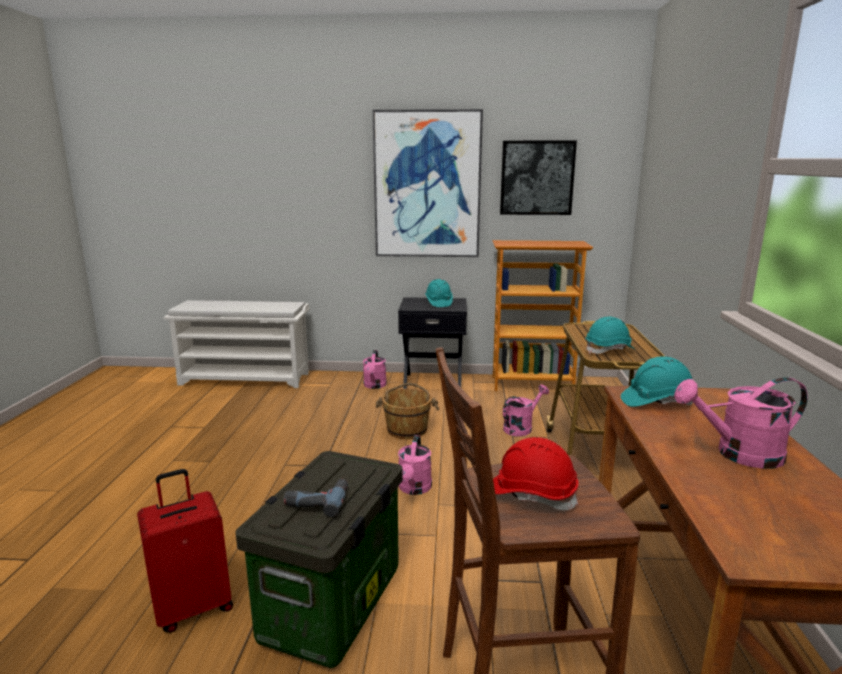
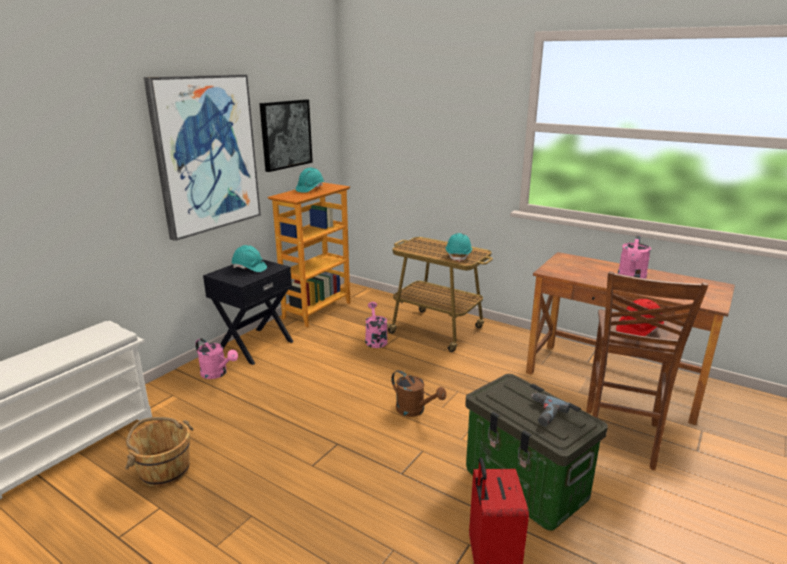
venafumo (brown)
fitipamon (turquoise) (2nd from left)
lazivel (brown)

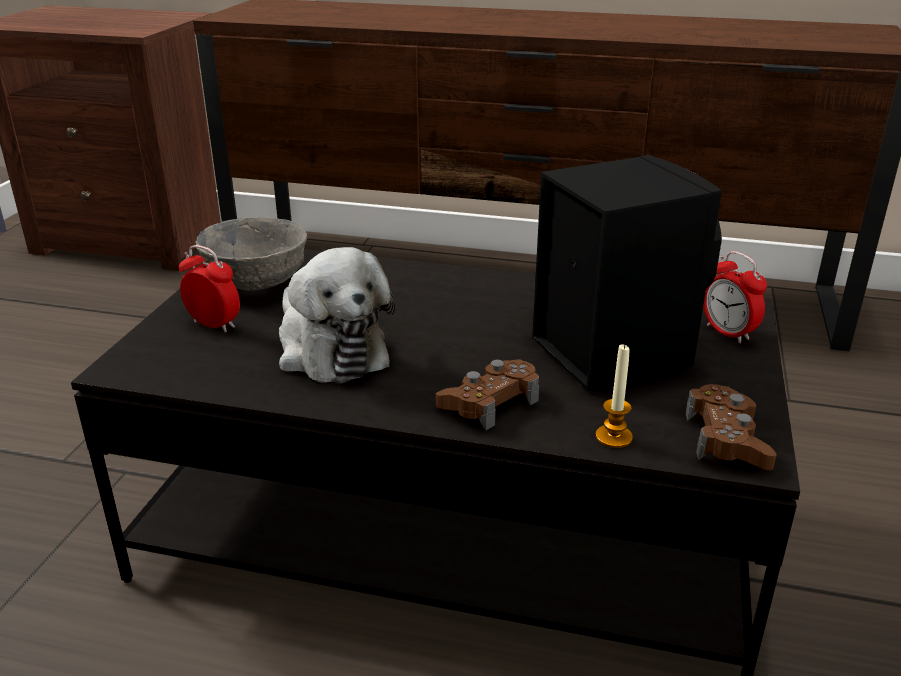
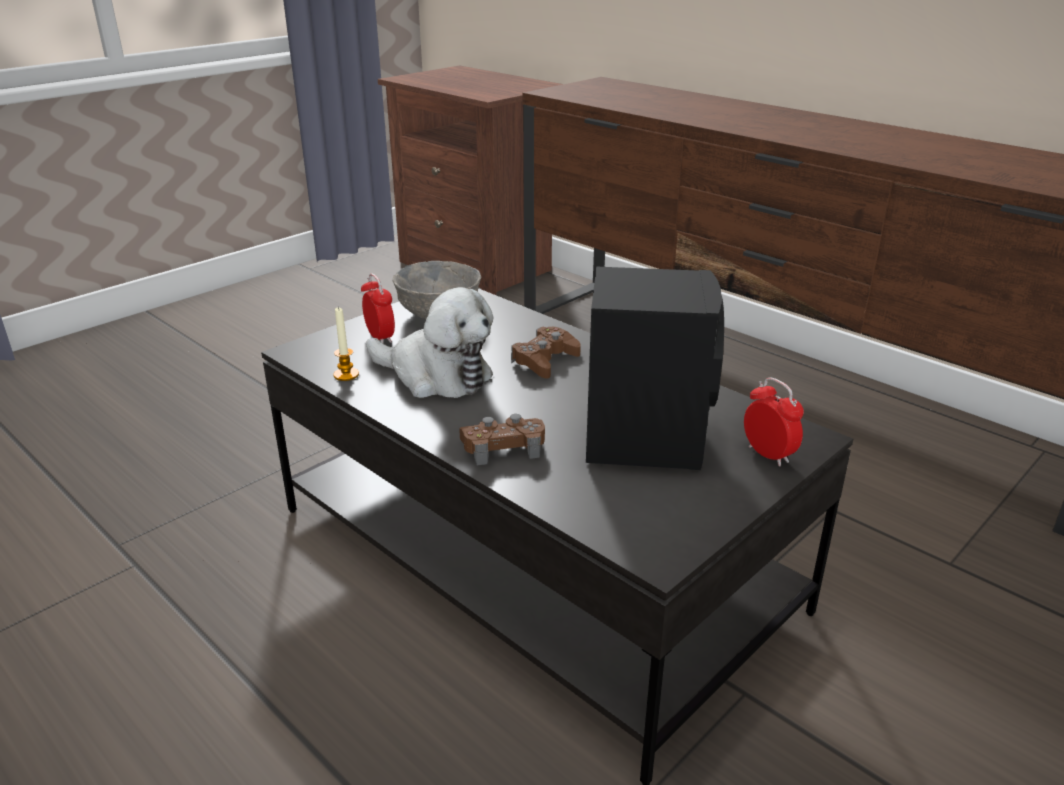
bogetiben
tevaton
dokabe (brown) (2nd from left)
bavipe (2nd from left)

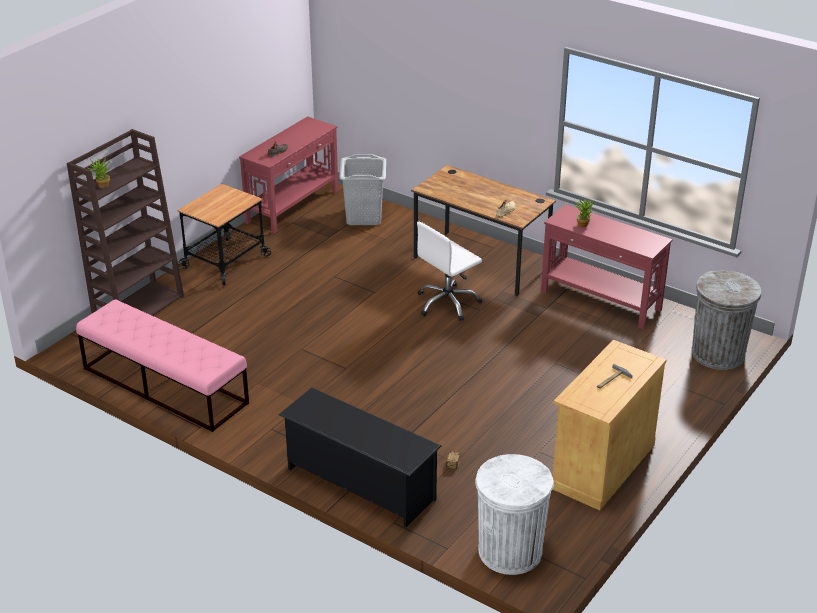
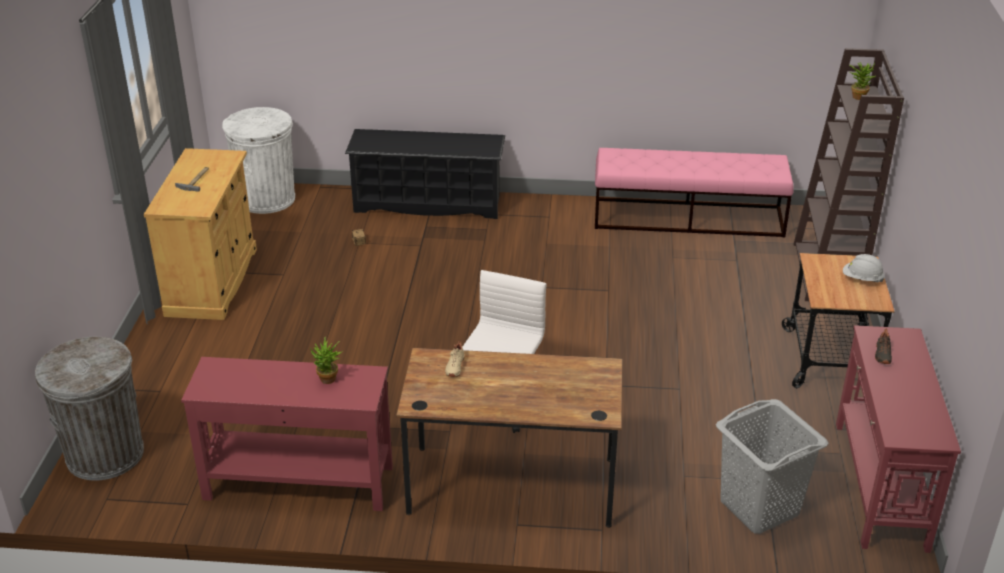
fitipamon (white)

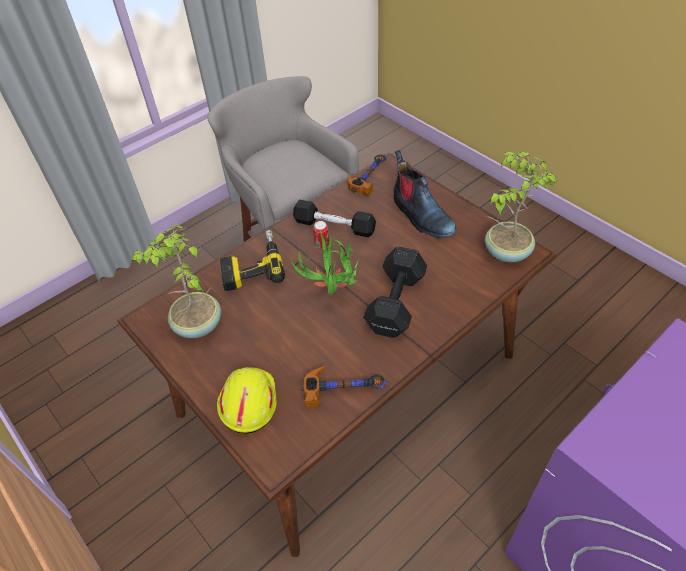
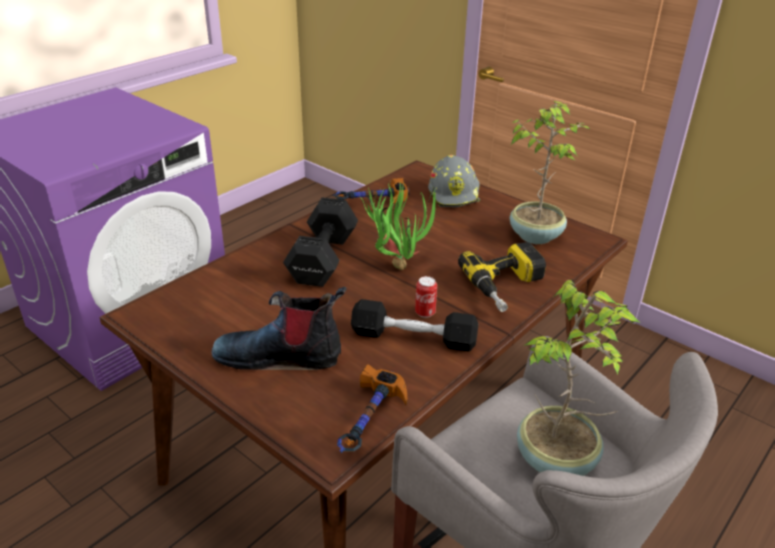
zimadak
fitipamon (grey)
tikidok (3rd from left)

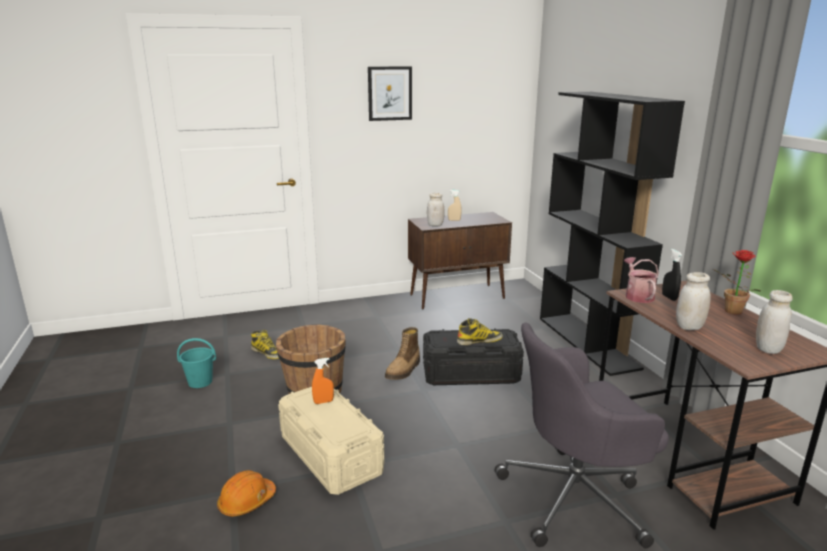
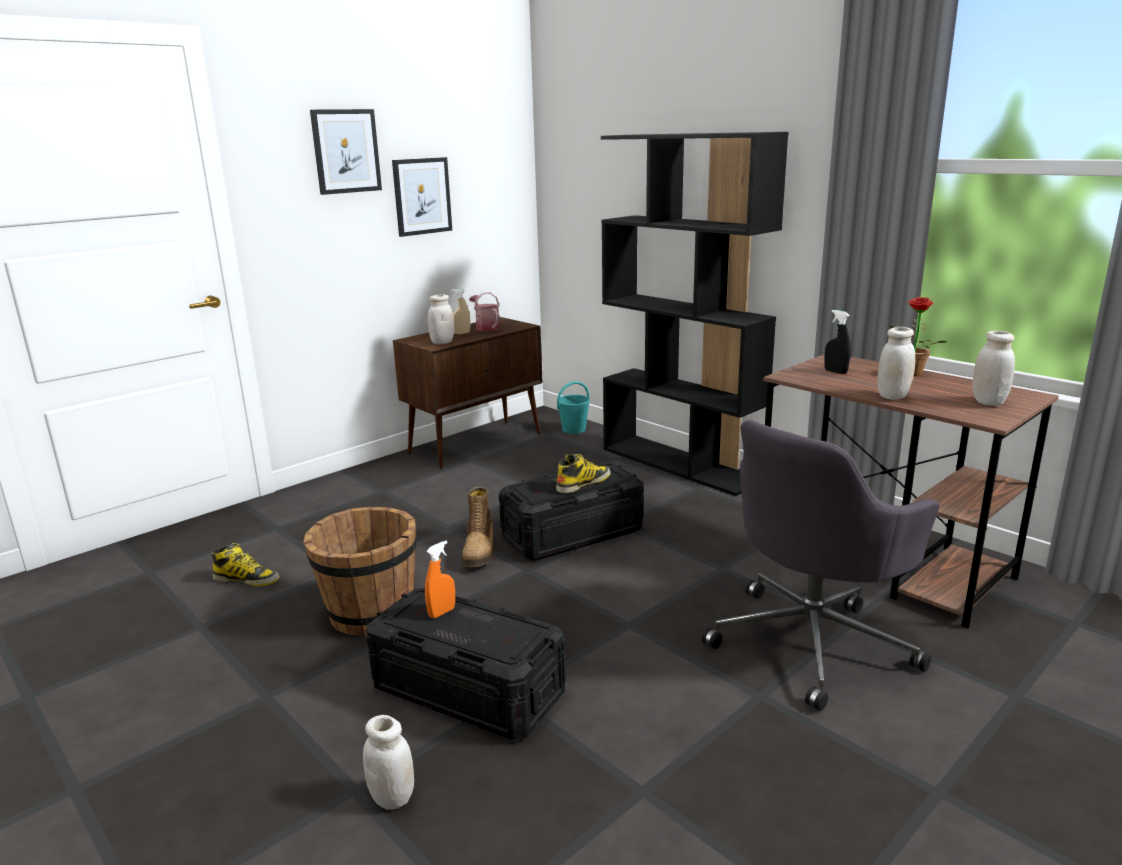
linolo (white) (1st from left)
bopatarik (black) (1st from left)
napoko (2nd from left)
lazivel
venafumo (turquoise)

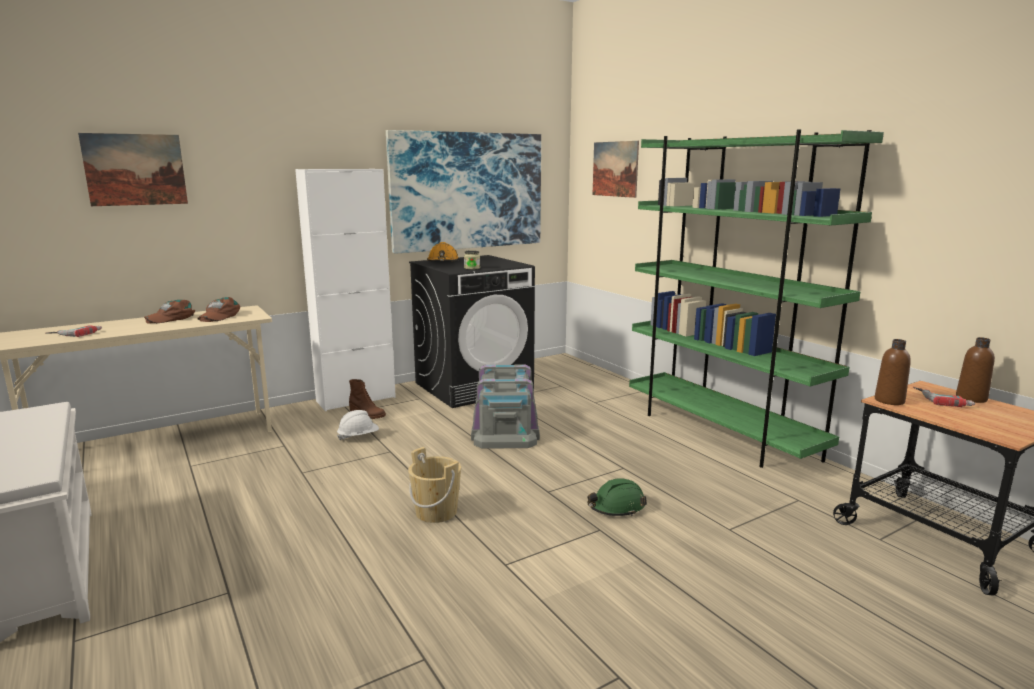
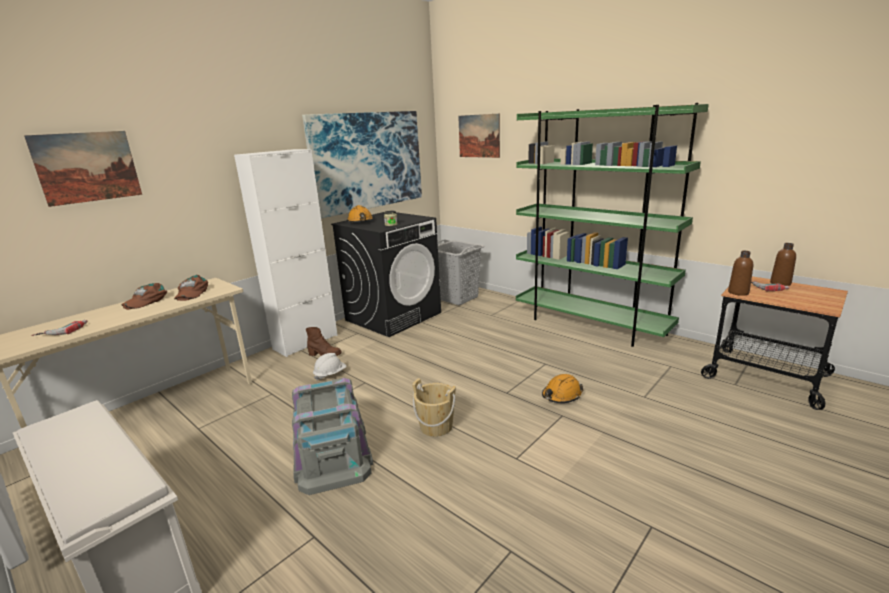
bopatarik (grey)
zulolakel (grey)
fitipamon (orange) (2nd from left)

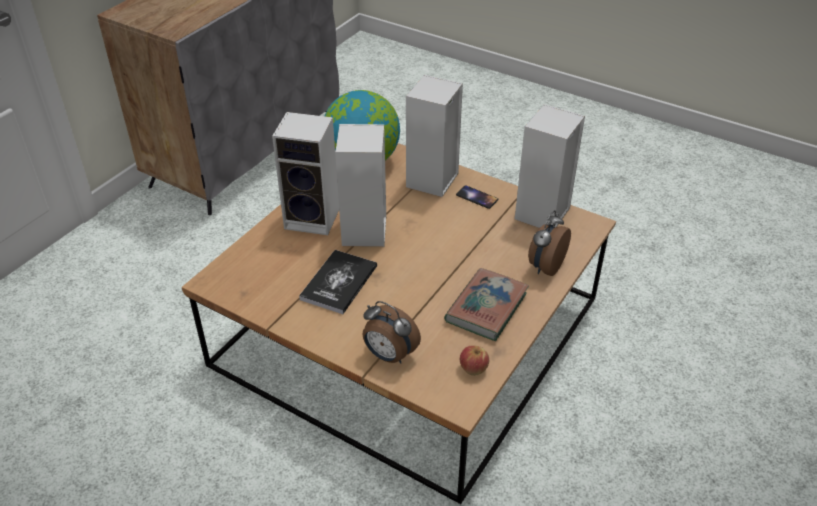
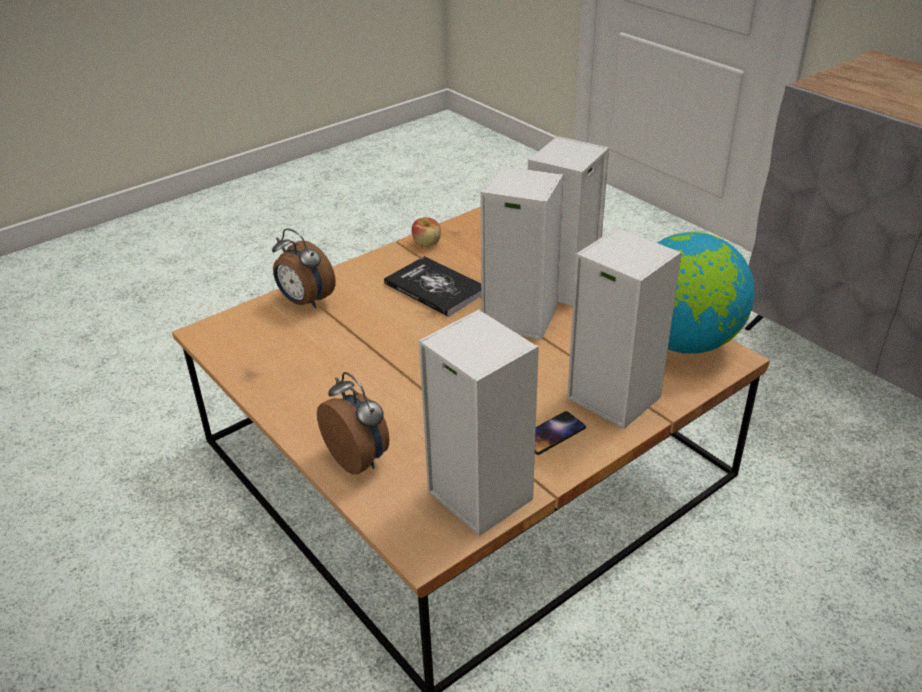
bavipe (1st from left)
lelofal
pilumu (2nd from left in the first image)

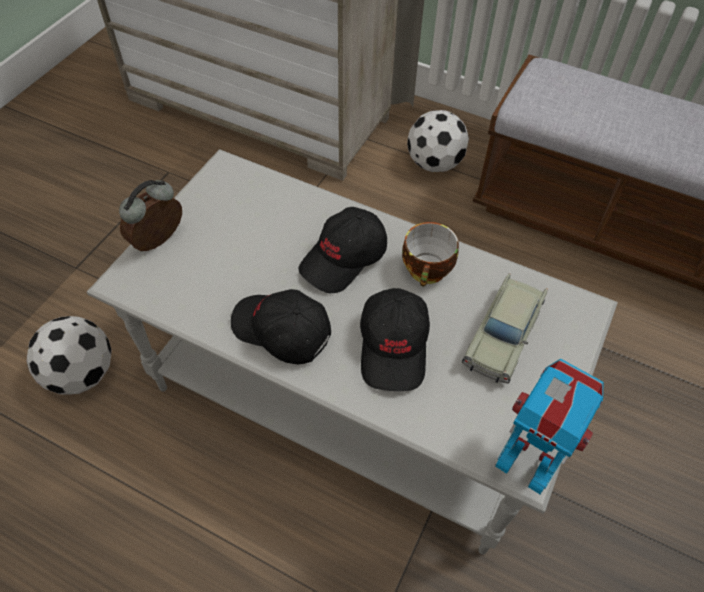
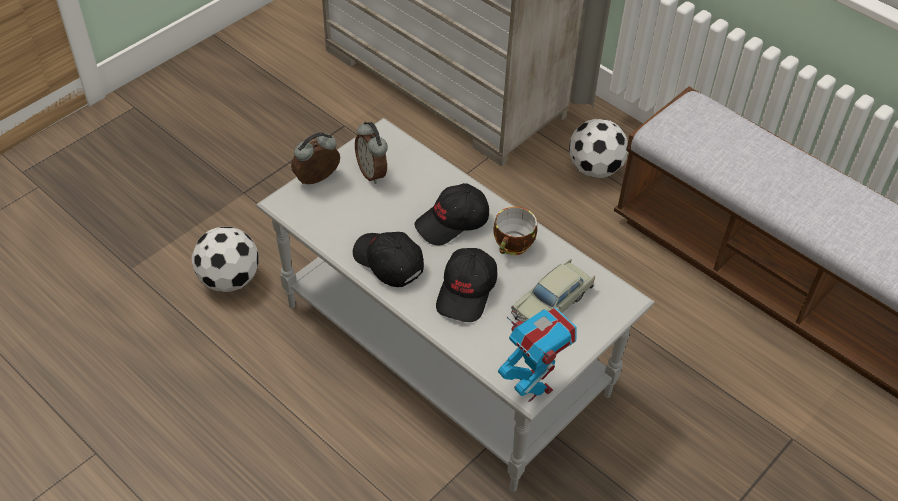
bavipe (2nd from left)

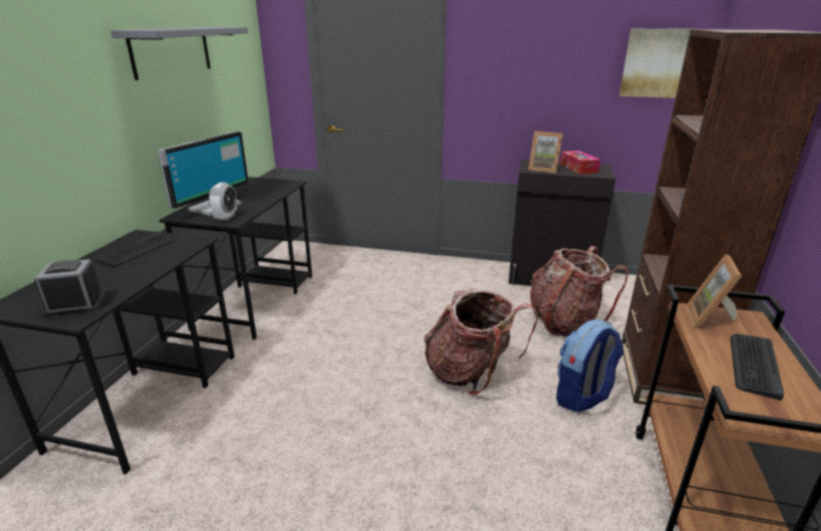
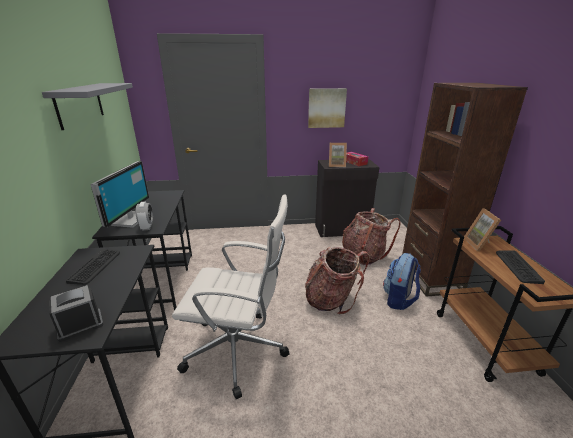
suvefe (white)
napoko

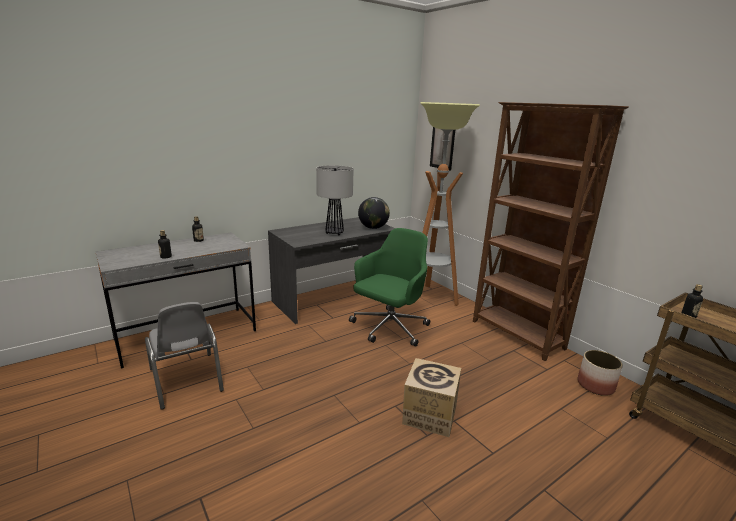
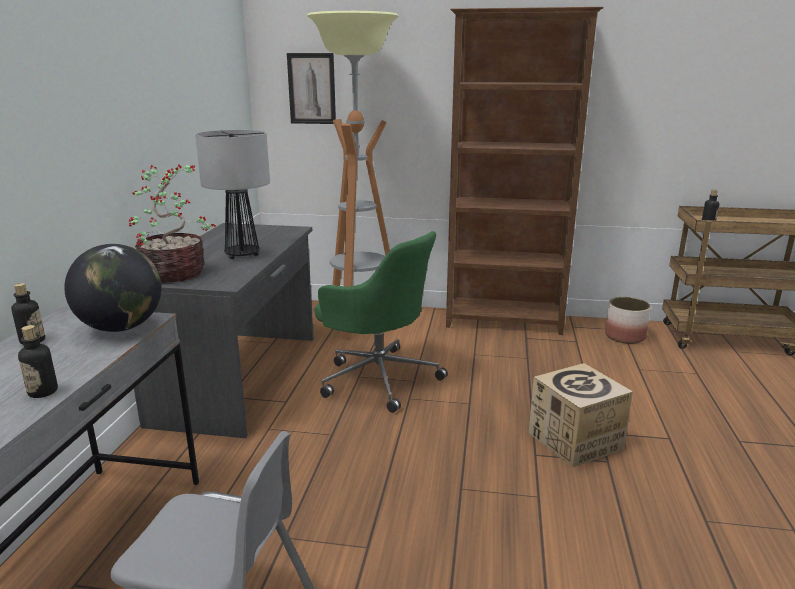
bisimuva
tikidok
suvefe (green)

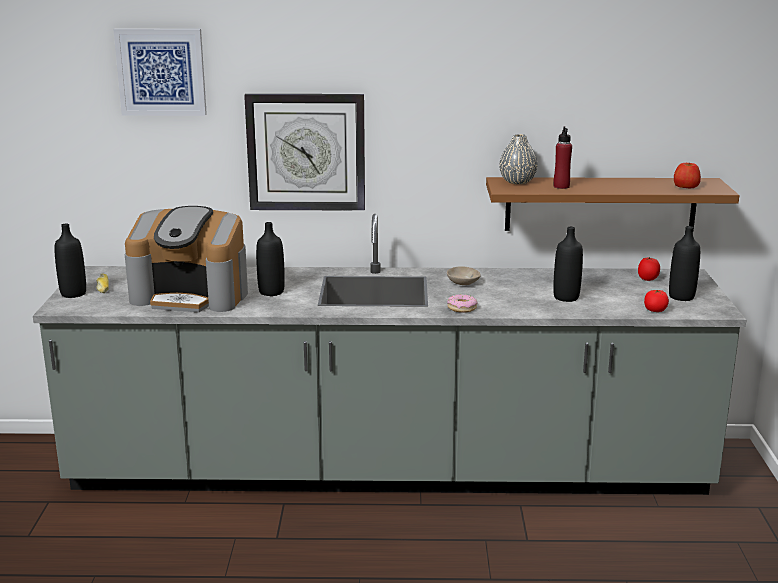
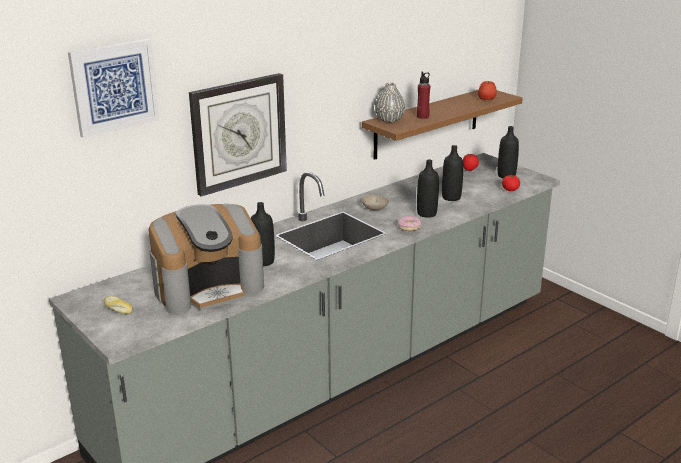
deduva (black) (2nd from left)

